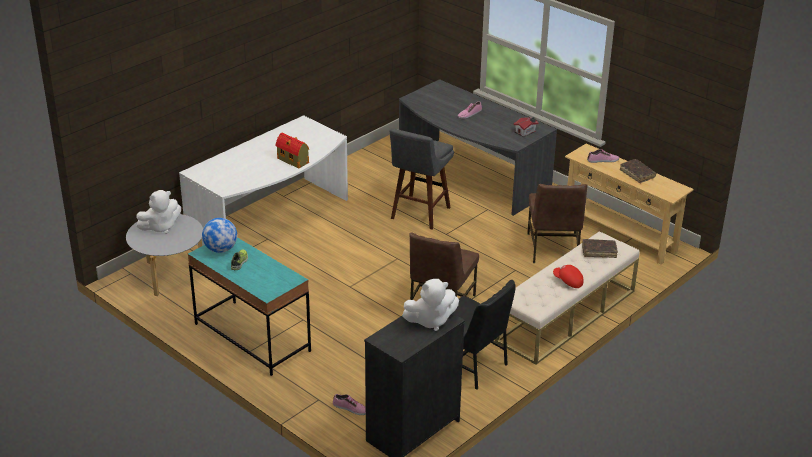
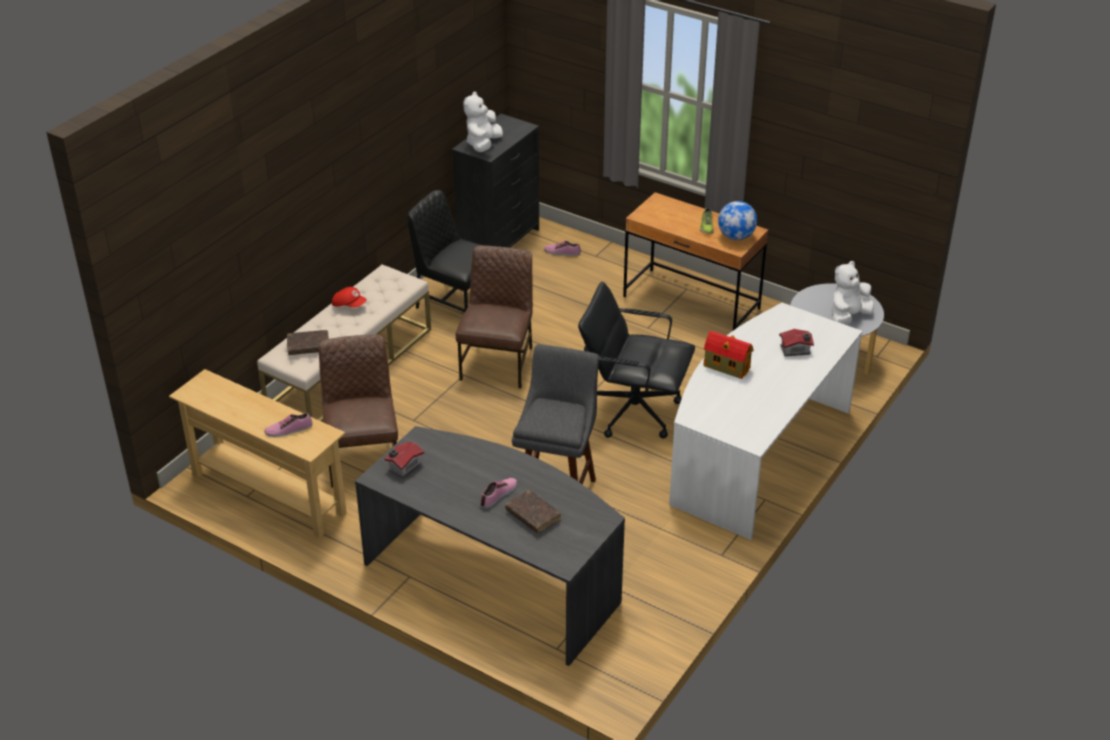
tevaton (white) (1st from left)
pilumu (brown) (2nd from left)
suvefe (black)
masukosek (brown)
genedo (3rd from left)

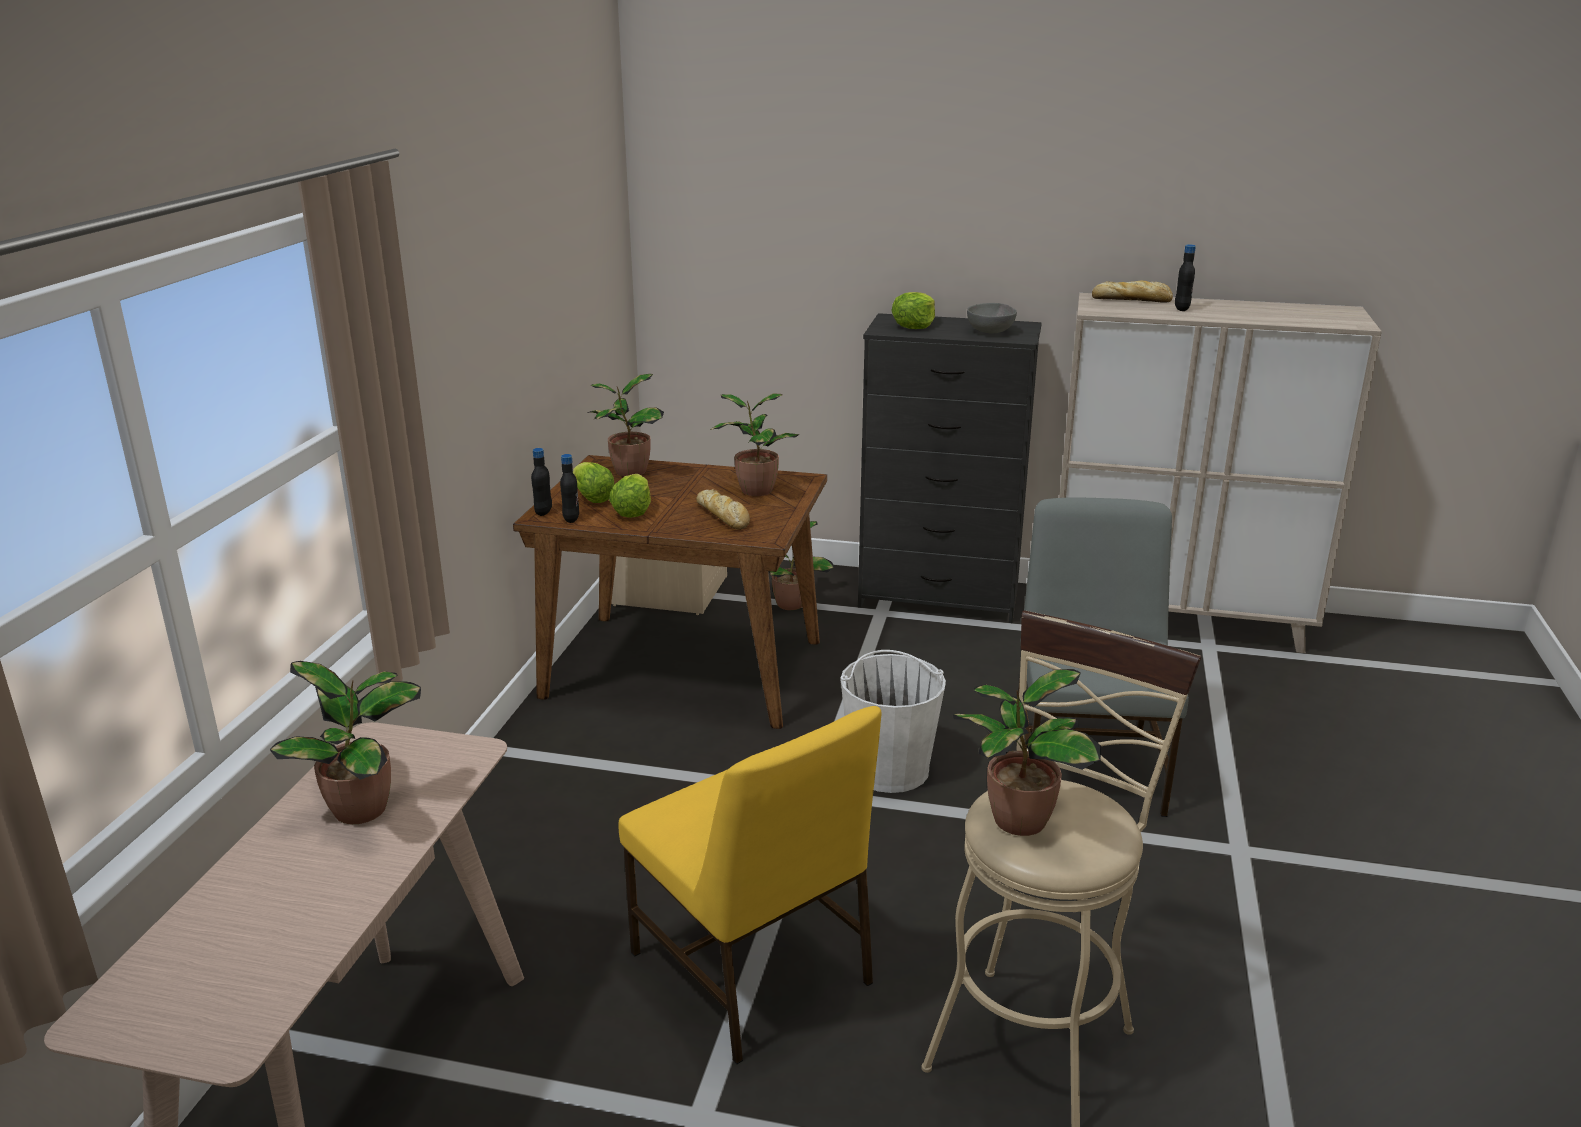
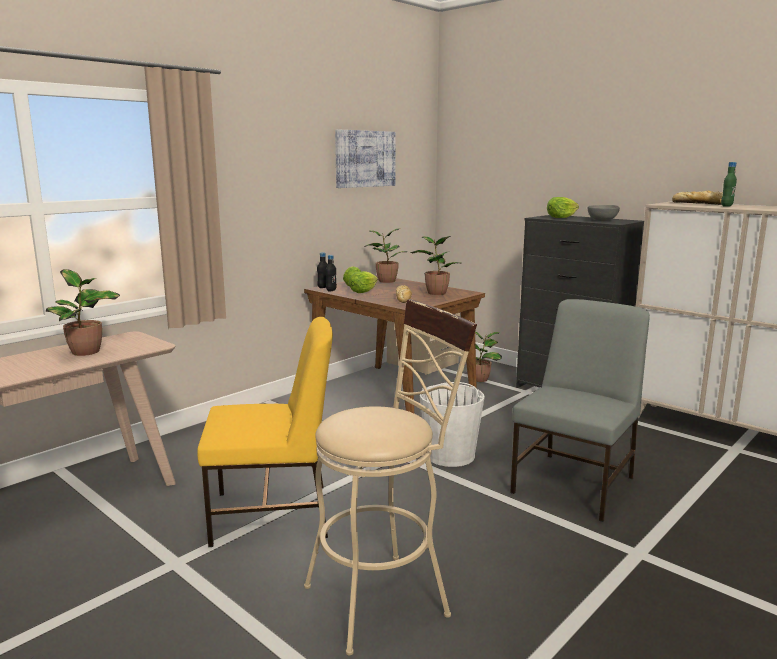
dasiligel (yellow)
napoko
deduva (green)
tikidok (5th from left in the first image)

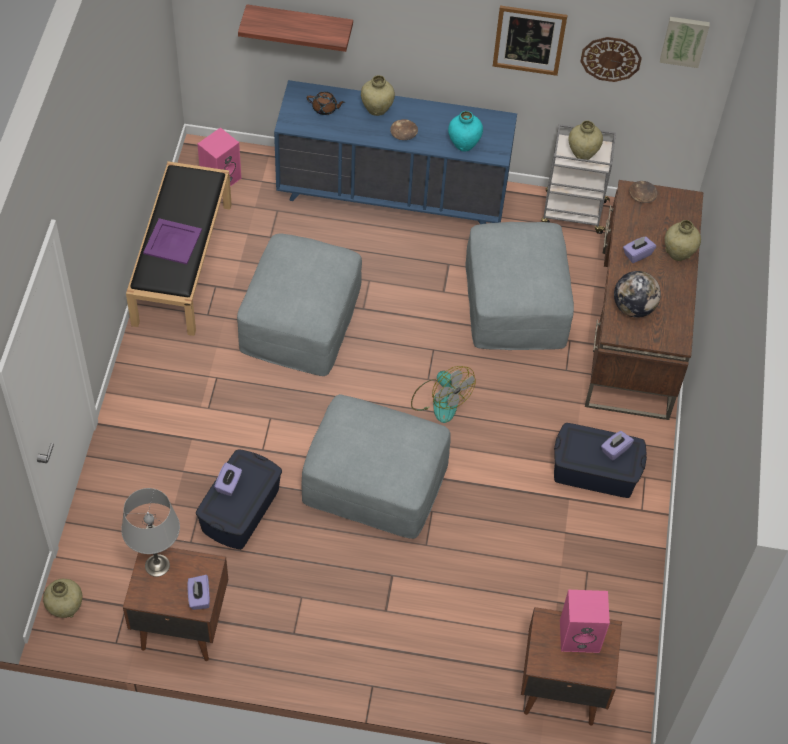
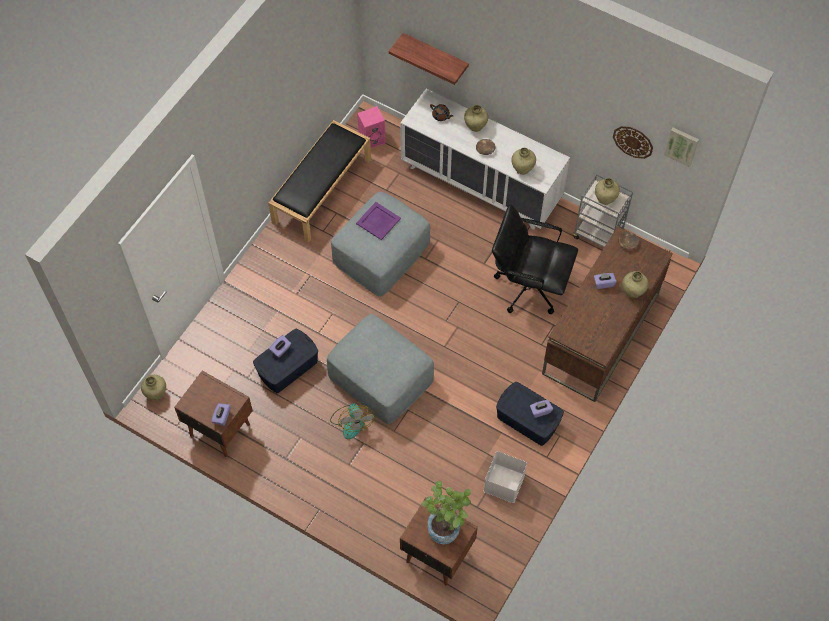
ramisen
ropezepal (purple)
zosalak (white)
tikidok
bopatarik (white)
suvefe (black)
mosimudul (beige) (3rd from left)
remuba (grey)
napoko (1st from left in the first image)
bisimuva

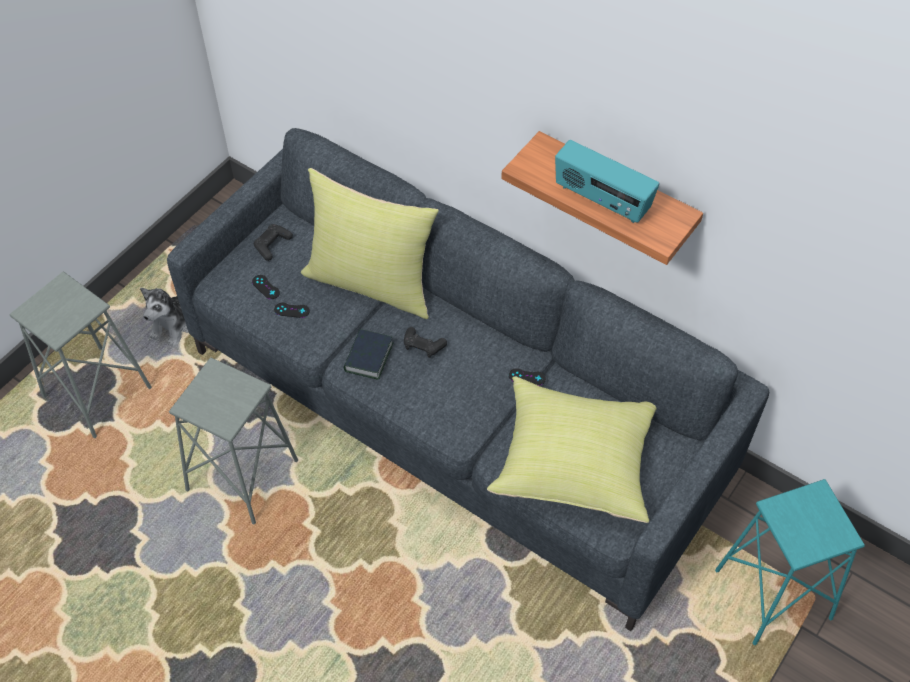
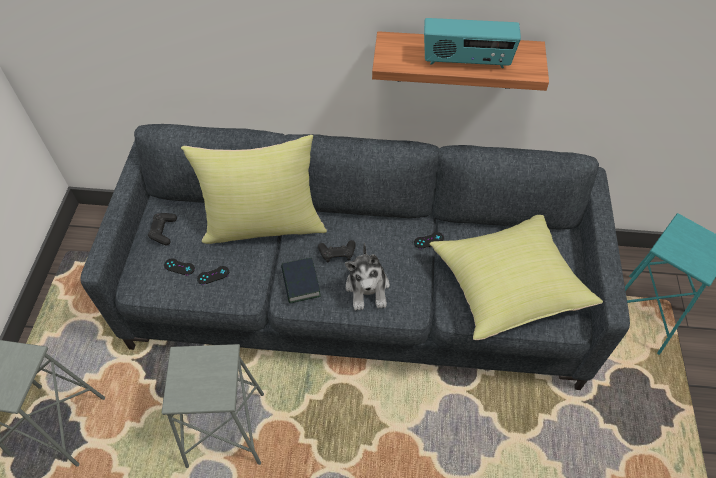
tevaton

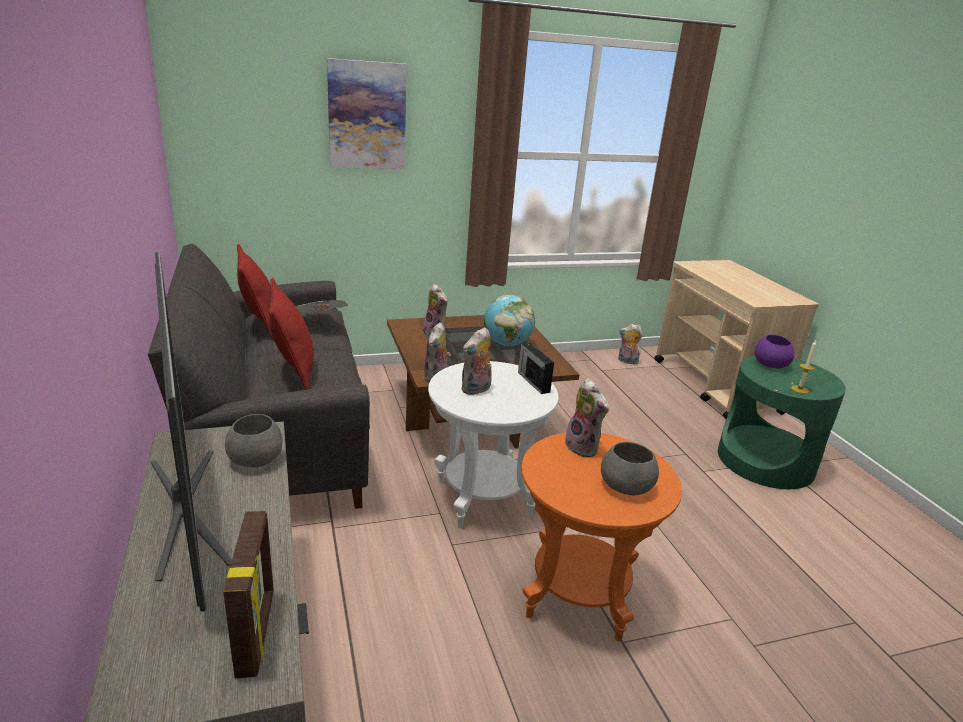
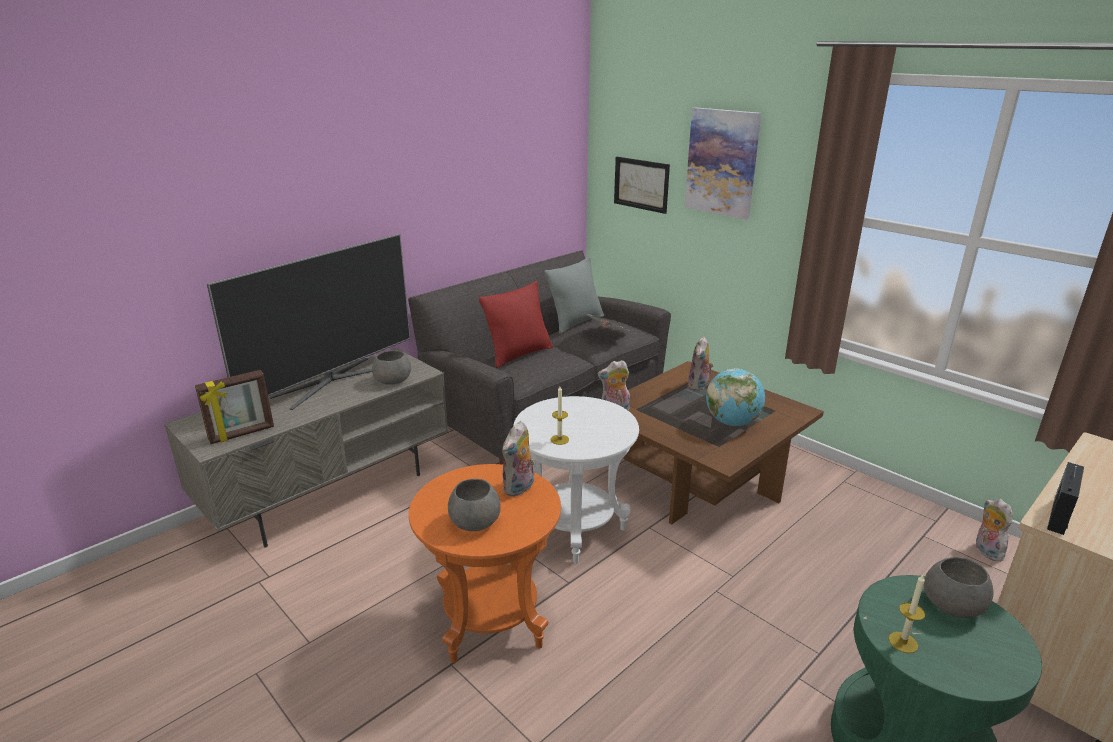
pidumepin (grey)
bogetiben (1st from left)
napoko (1st from left)
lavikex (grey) (3rd from left)
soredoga
tevaton (3rd from left in the first image)

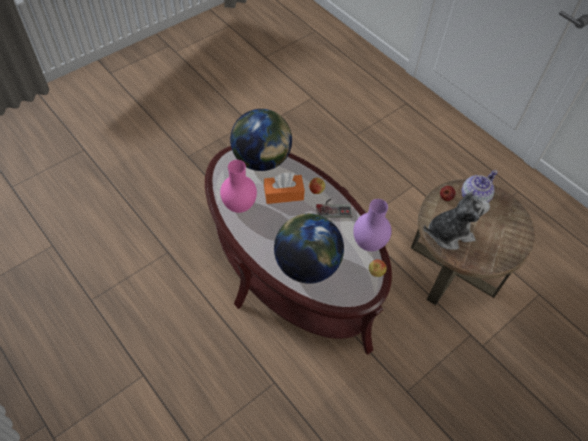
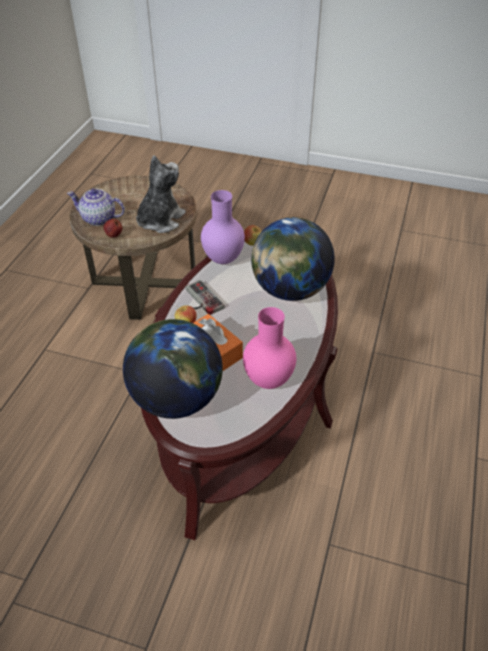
tevaton

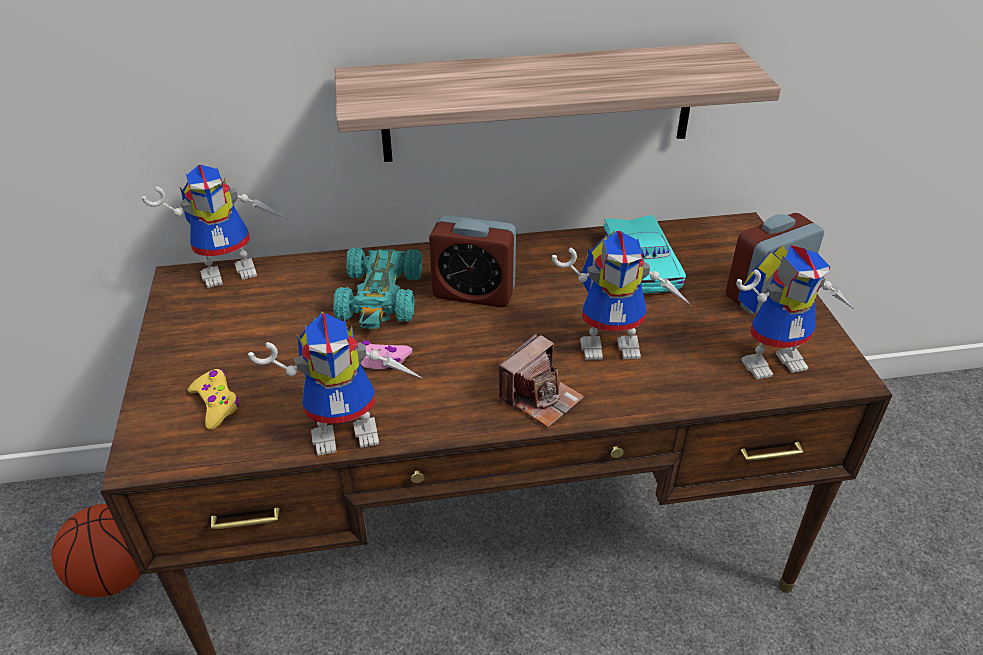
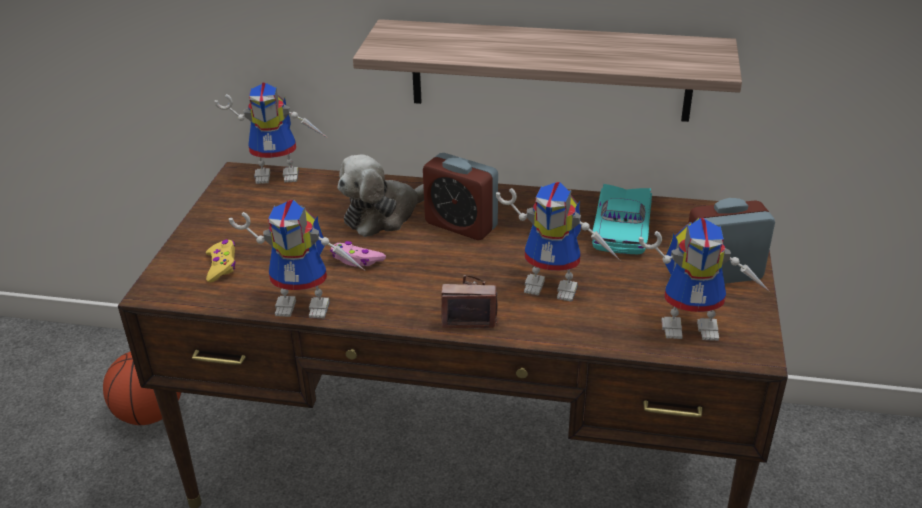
tevaton
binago

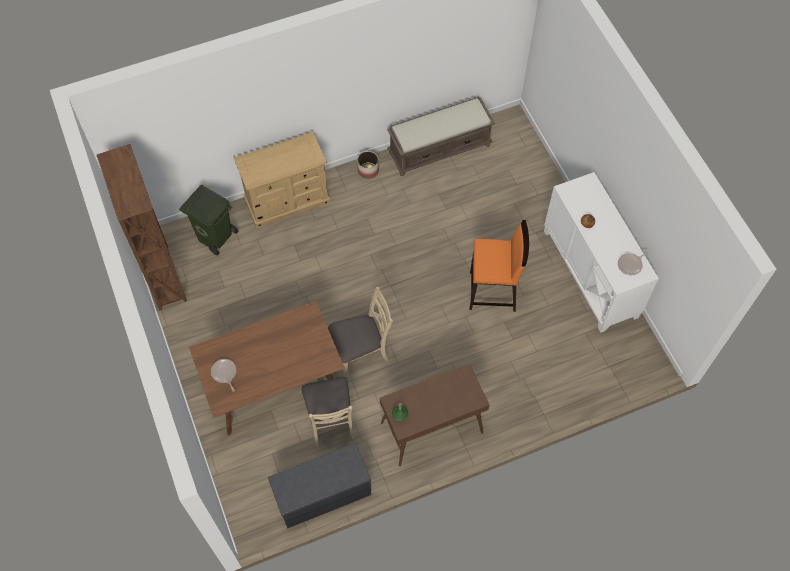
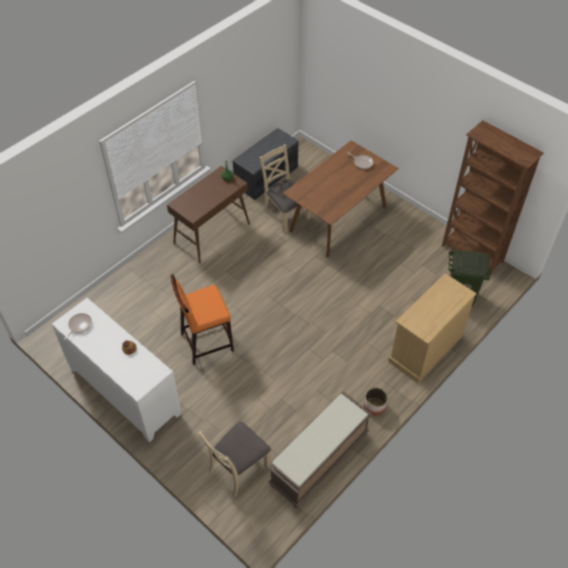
dasiligel (beige) (1st from left)

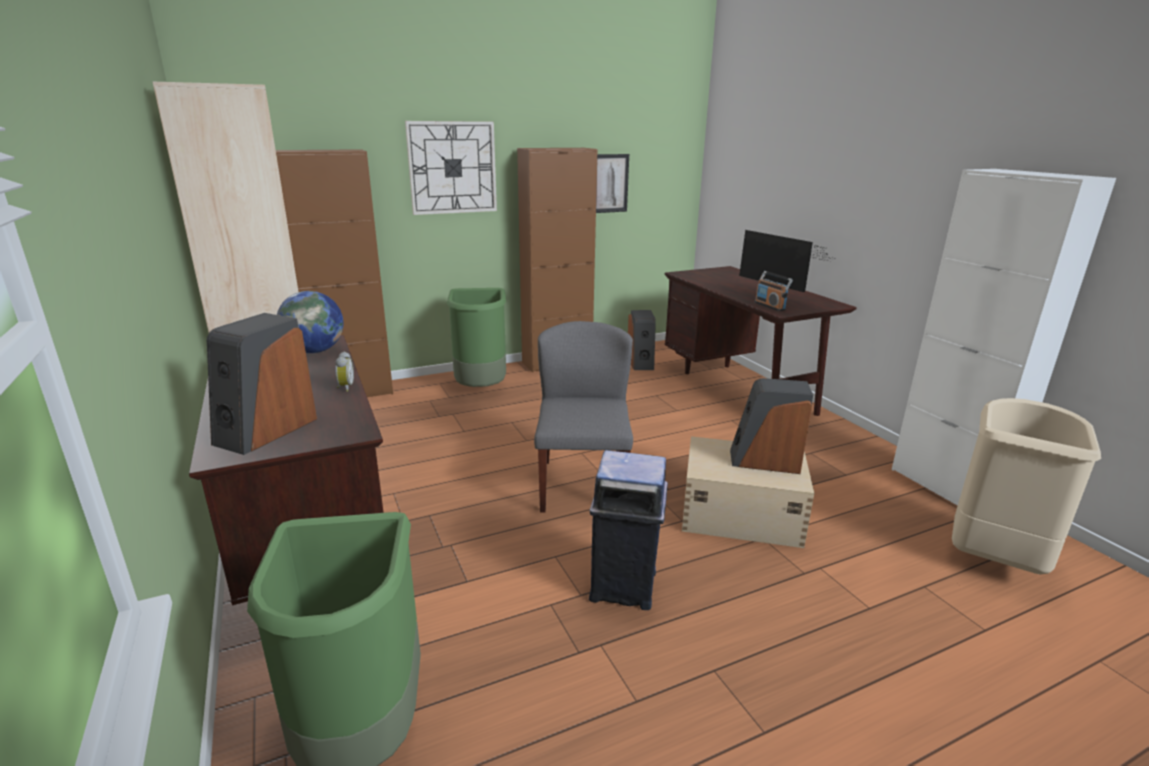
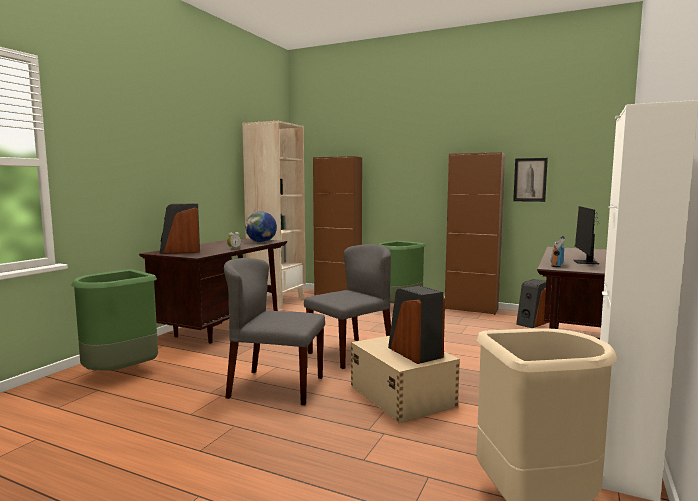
dasiligel (grey) (1st from left)
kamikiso

